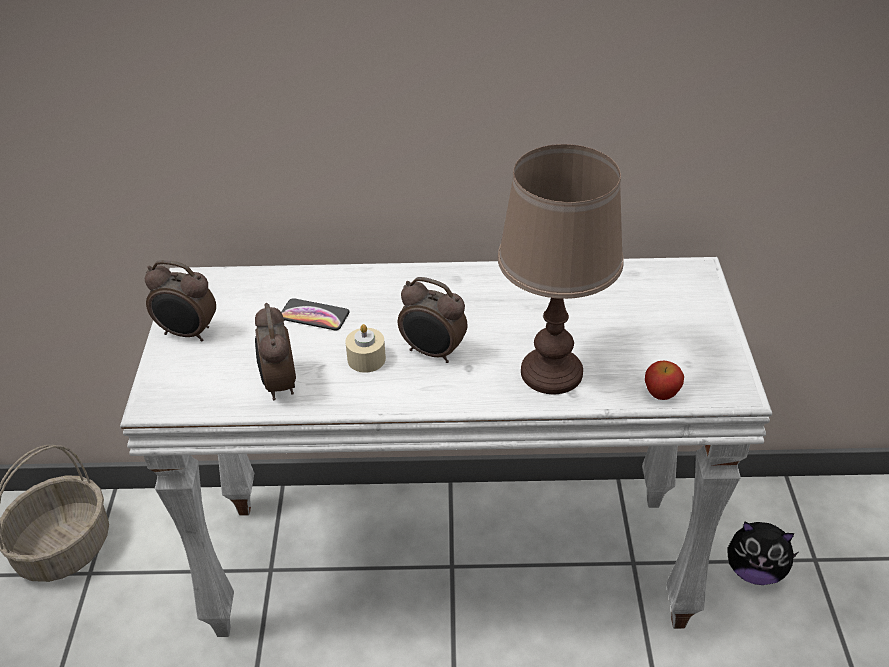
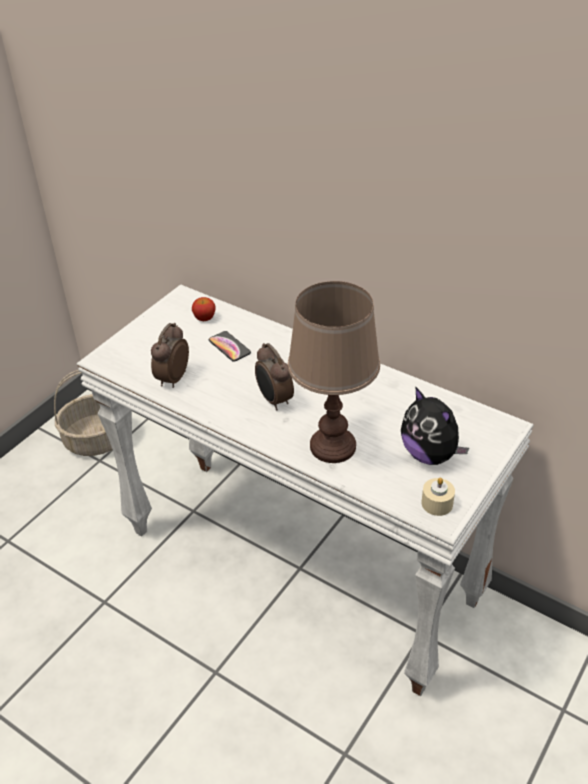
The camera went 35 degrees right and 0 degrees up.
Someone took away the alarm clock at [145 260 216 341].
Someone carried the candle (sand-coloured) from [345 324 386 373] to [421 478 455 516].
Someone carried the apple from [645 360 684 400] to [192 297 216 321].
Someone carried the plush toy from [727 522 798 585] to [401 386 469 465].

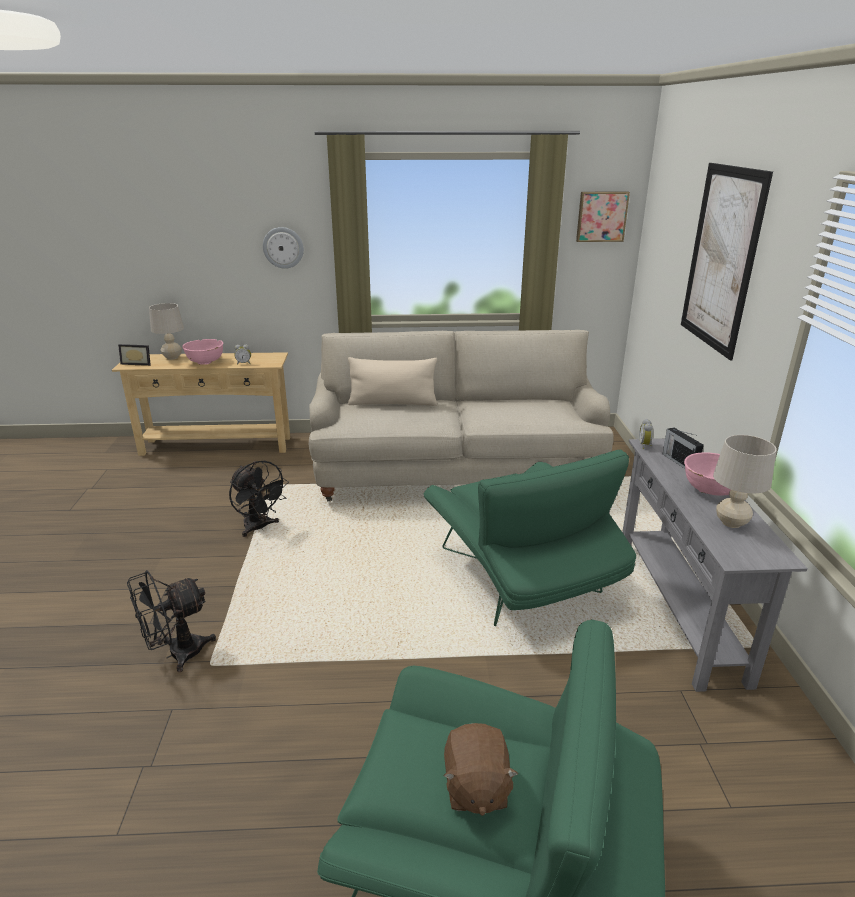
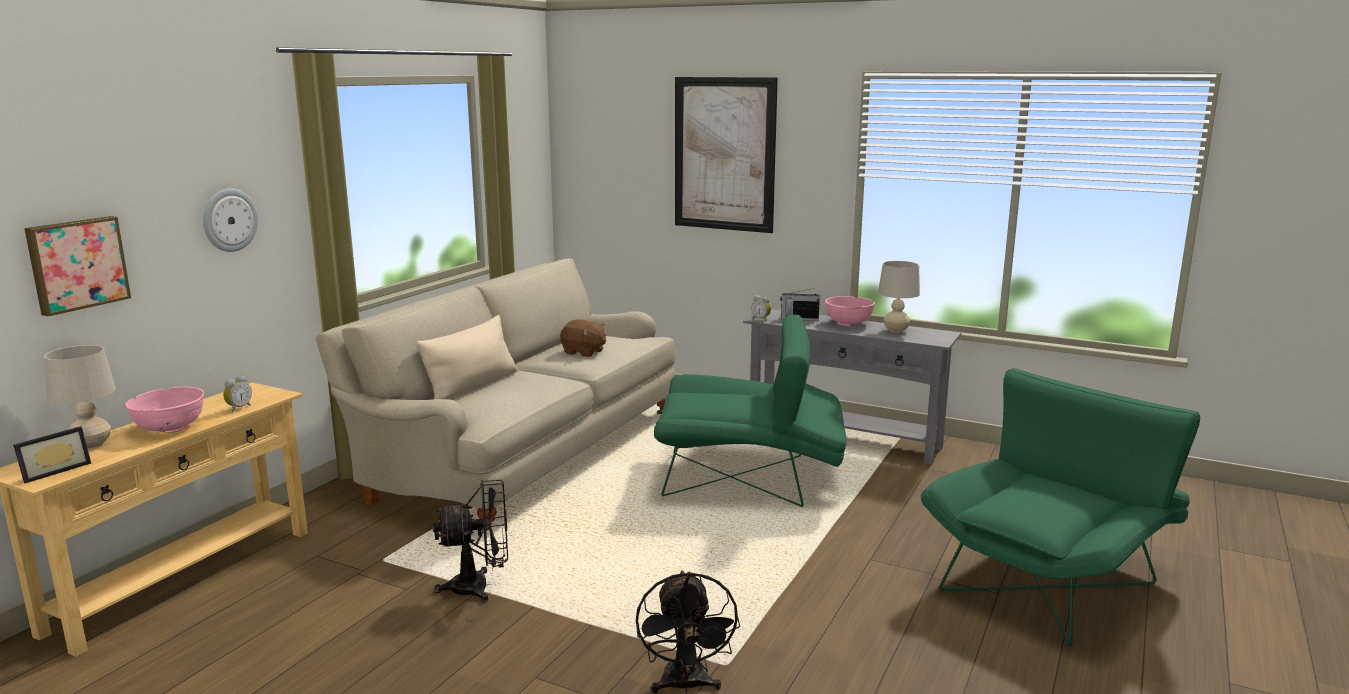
The camera went 60 degrees left and 10 degrees down.
Someone carried the plush toy (brownish) from [443 723 518 816] to [560 319 606 357].
Someone carried the picture from [576 191 630 242] to [24 216 131 316].

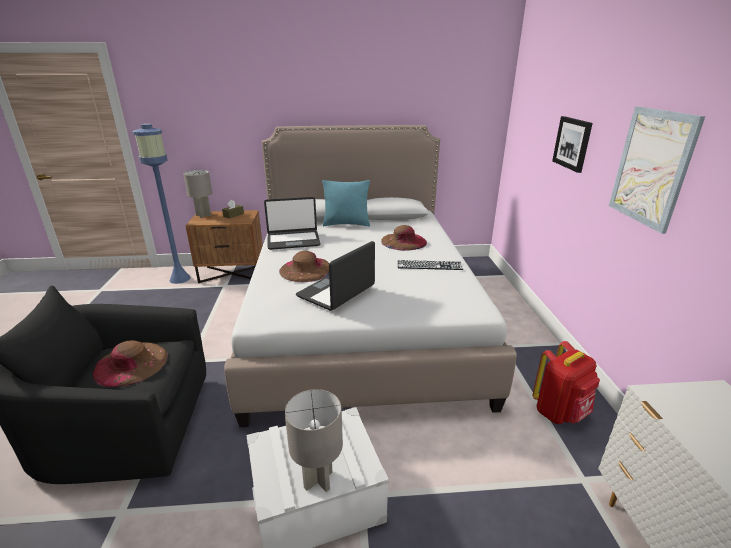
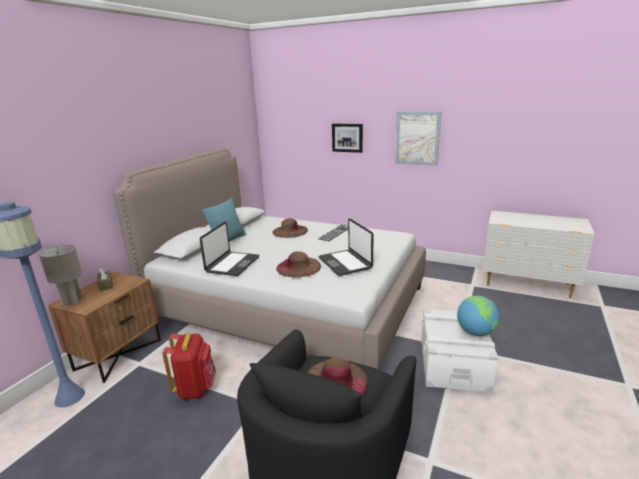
The camera went 60 degrees left and 5 degrees down.
Someone carried the rucksack (red-coloured) from [532 341 600 424] to [163 333 216 400].
Someone swapped the table lamp (gray) at [285 389 343 492] for the desk globe at [457 296 499 336].

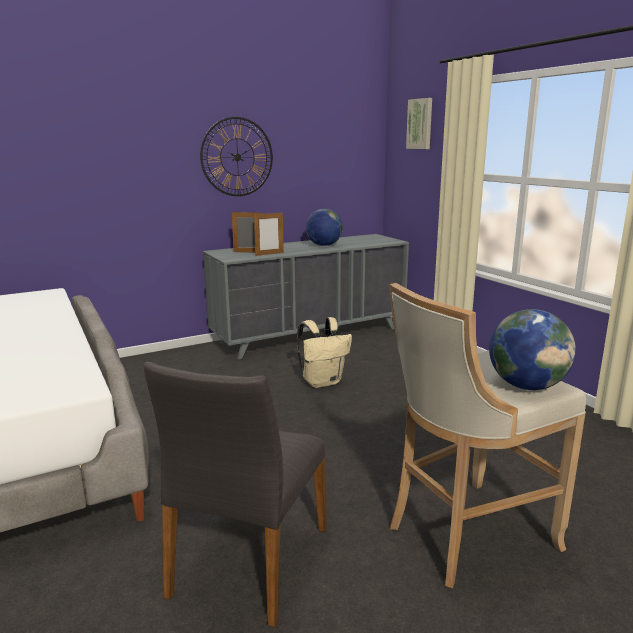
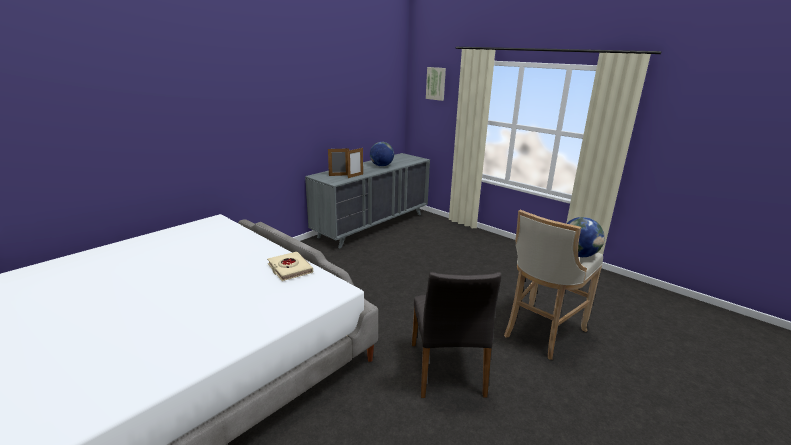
The camera went 20 degrees left and 5 degrees up.
Someone took away the hanging clock at [200 117 273 196].
Someone took away the rucksack (sand-coloured) at [297 317 352 388].
Someone put down the book (sand-coloured) at [267 252 313 281].

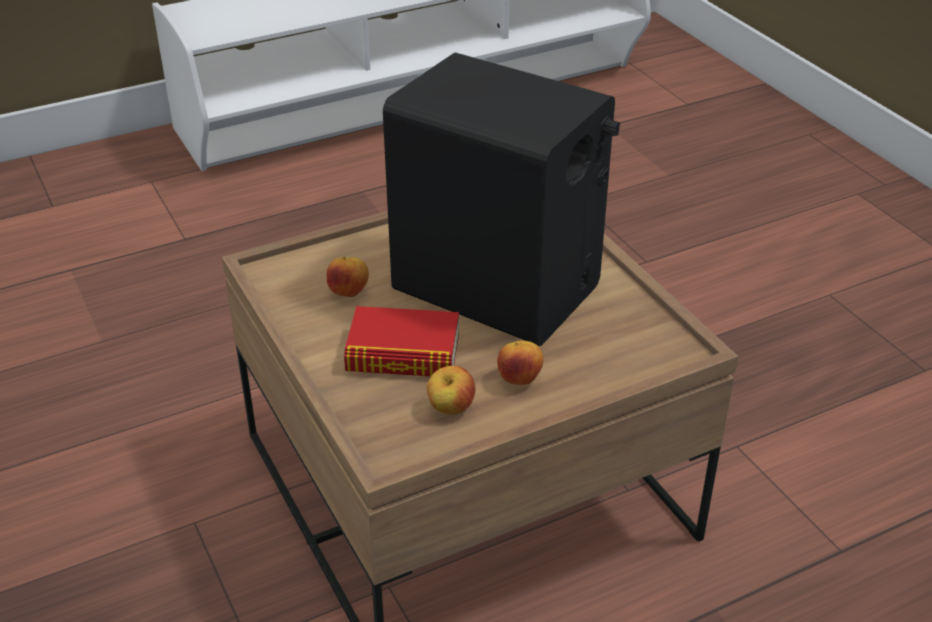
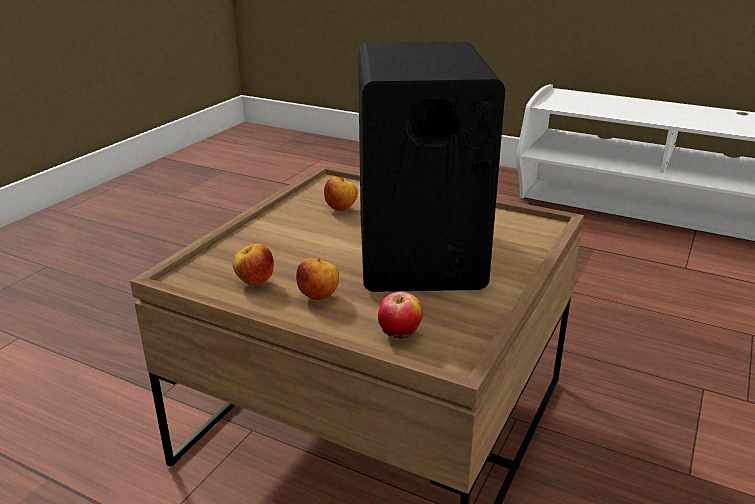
The camera went 55 degrees right and 10 degrees down.
Someone took away the book at [344 306 459 376].
Someone put down the apple at [378 292 423 339].

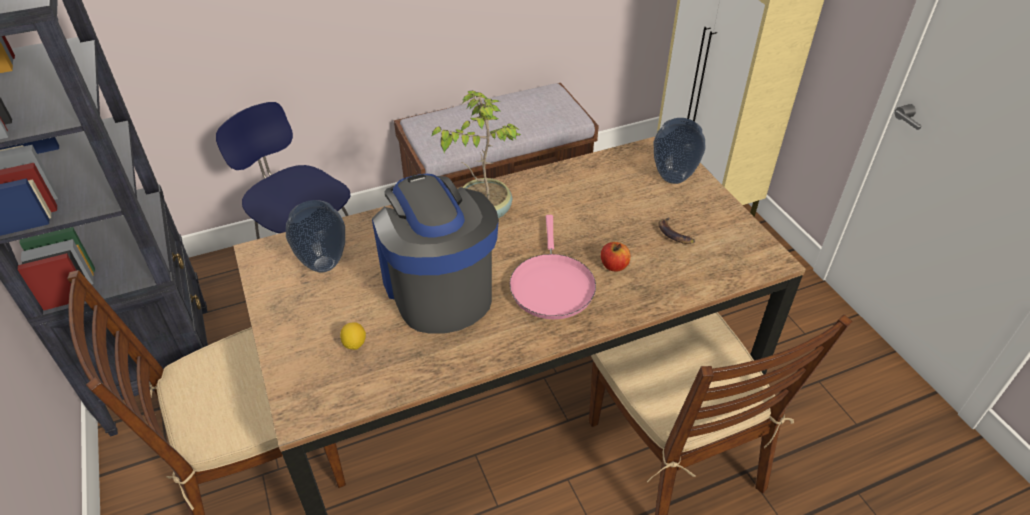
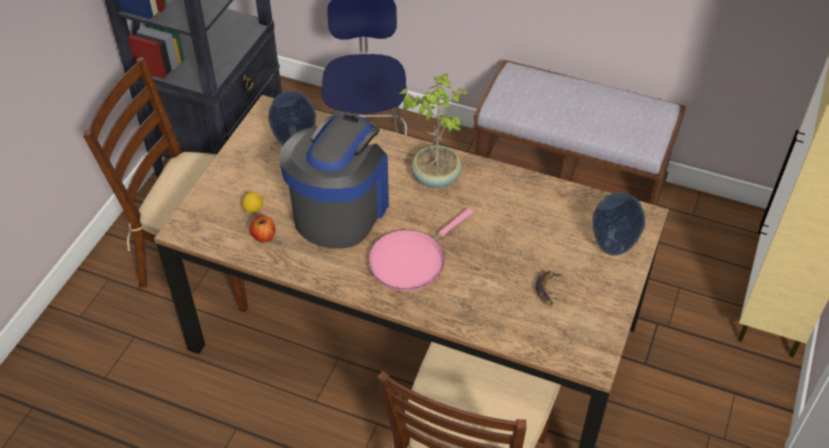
The camera went 45 degrees right and 5 degrees up.
Someone carried the apple from [601 242 630 271] to [250 215 275 243].

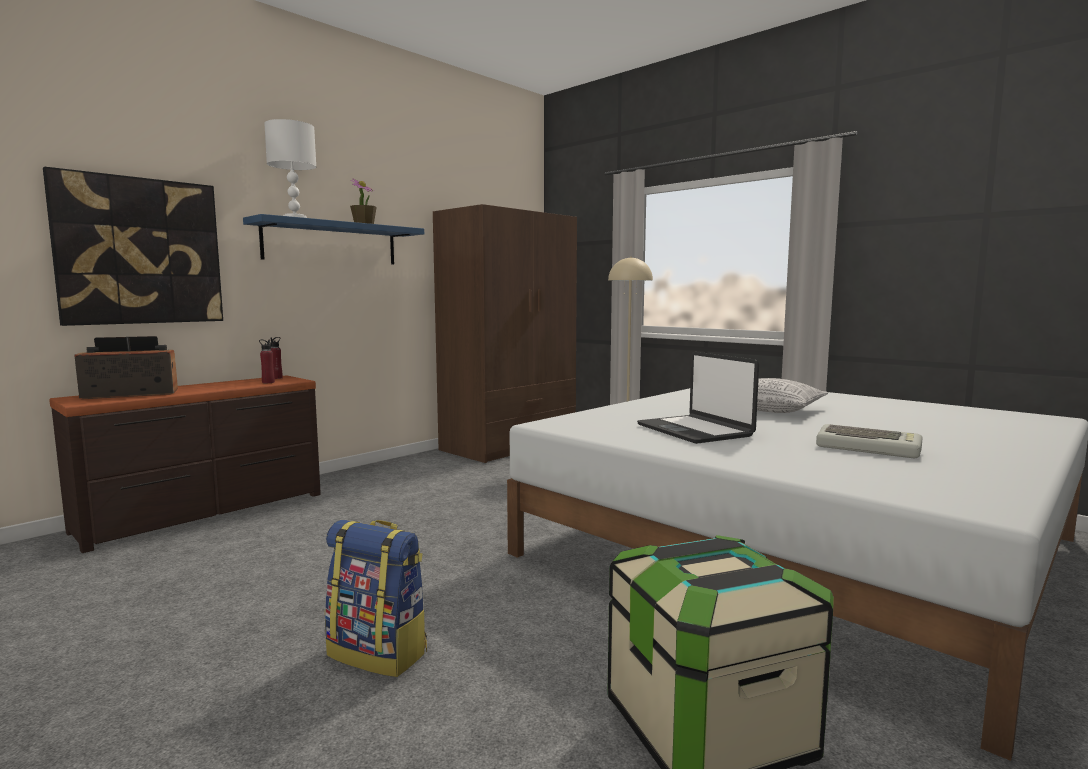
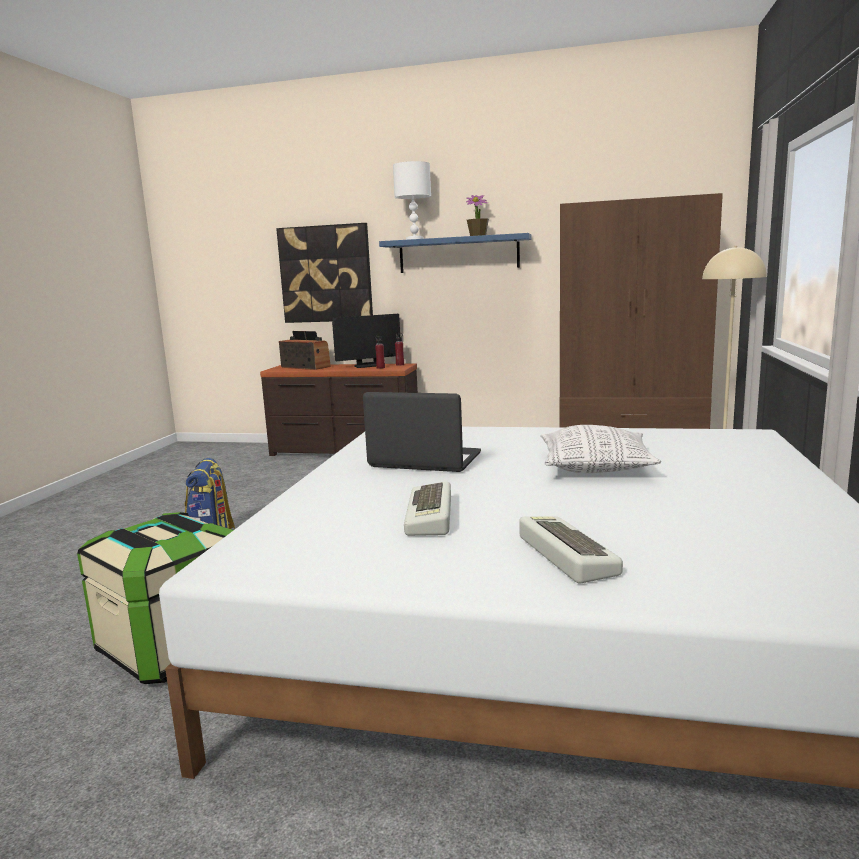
The camera went 60 degrees right and 5 degrees up.
Someone put down the computer display at [332 314 400 368].
Someone put down the PC keyboard at [519 516 623 584].
Someone rotated the notebook computer at [637 352 759 444] by 75 degrees clockwise.

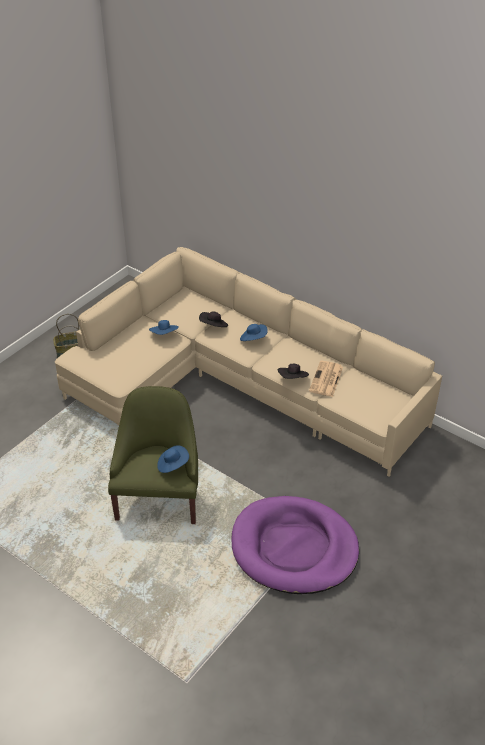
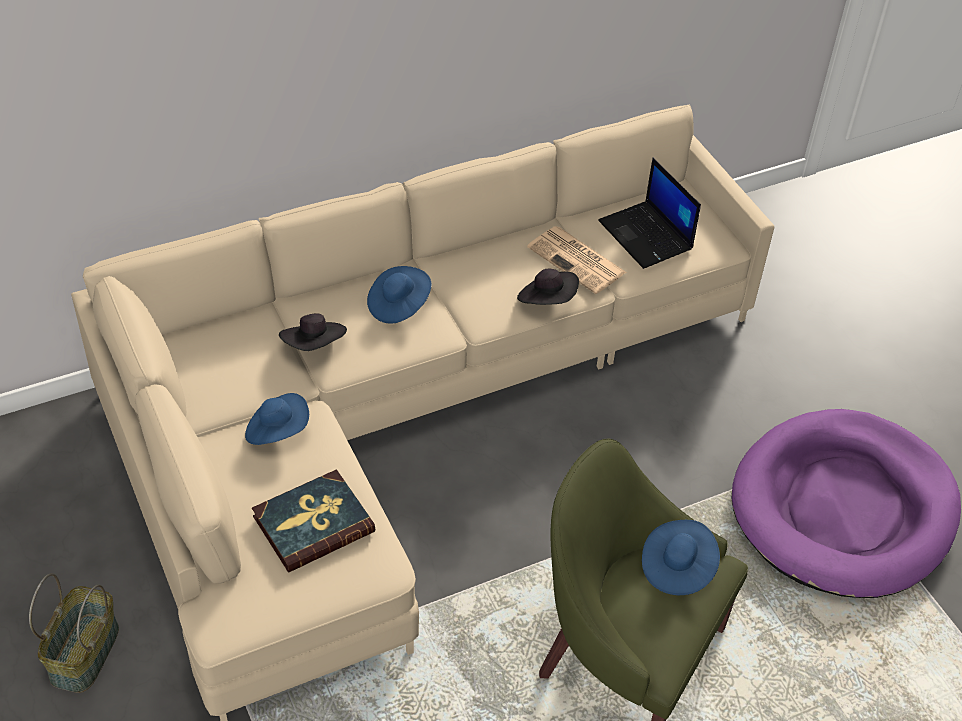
The camera went 65 degrees left and 5 degrees up.
Someone put down the book at [252 469 375 572].
Someone put down the notebook computer at [598 158 701 269].

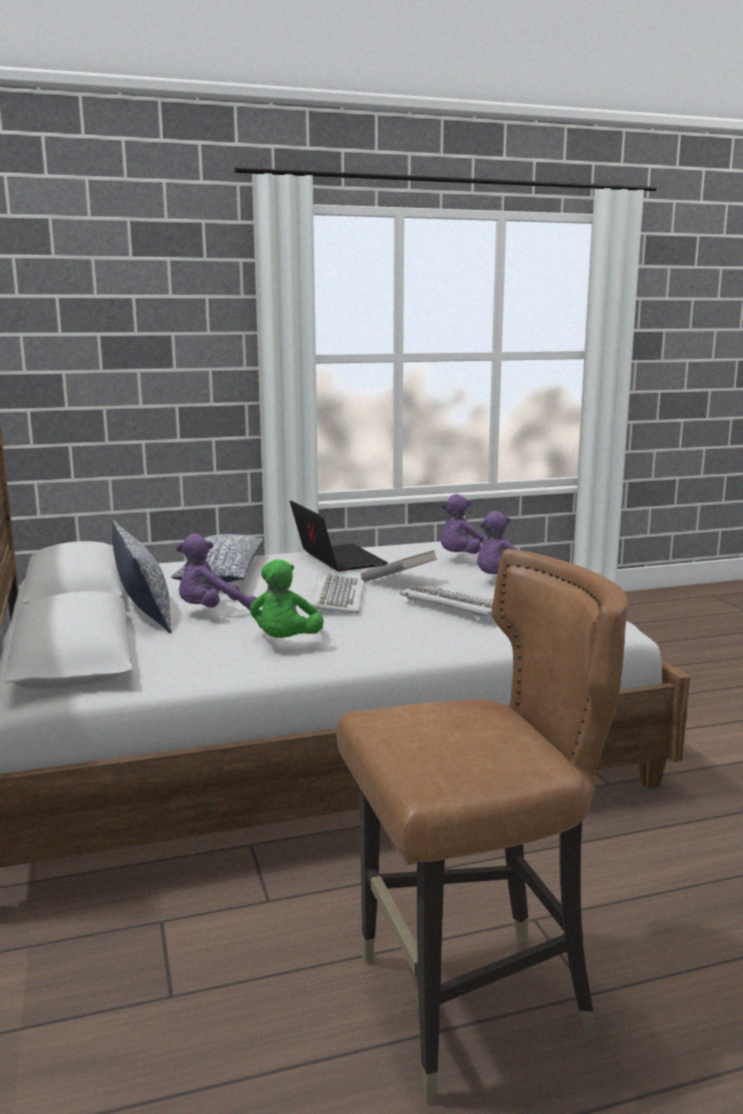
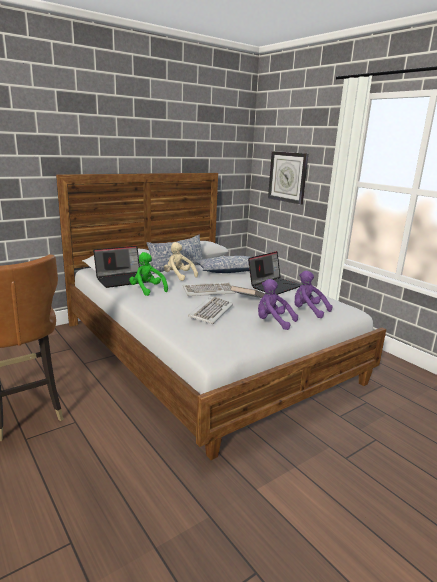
The camera went 70 degrees right and 5 degrees up.
Someone put down the notebook computer at [93 246 140 288].
Someone put up the hanging clock at [268 151 308 205].
Someone repainted the plush toy (purple-coloured) at [176 534 256 610], which became the plush toy (sand-coloured) at [164 242 198 281].
Someone rotated the plush toy (green) at [250 559 324 638] by 60 degrees clockwise.

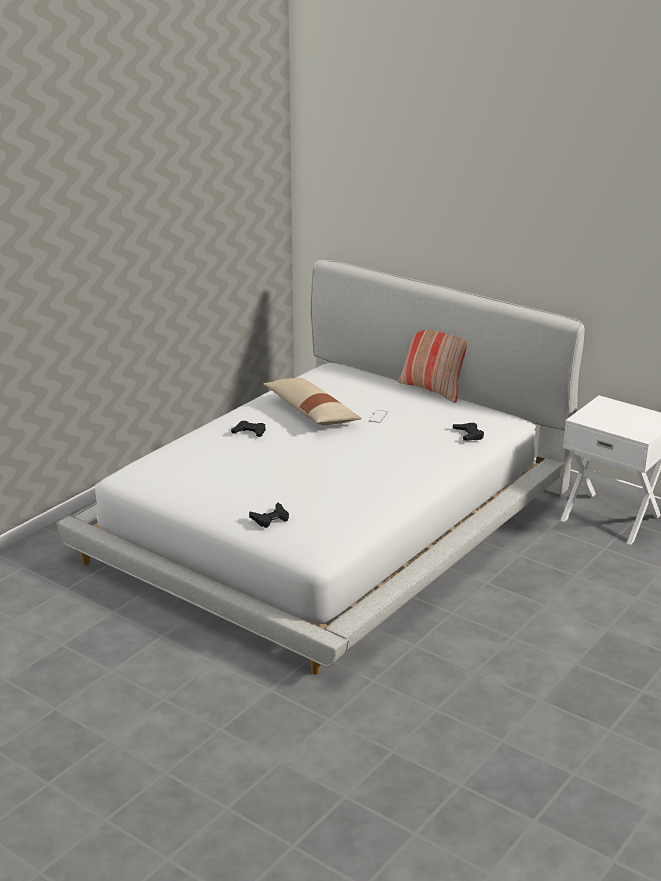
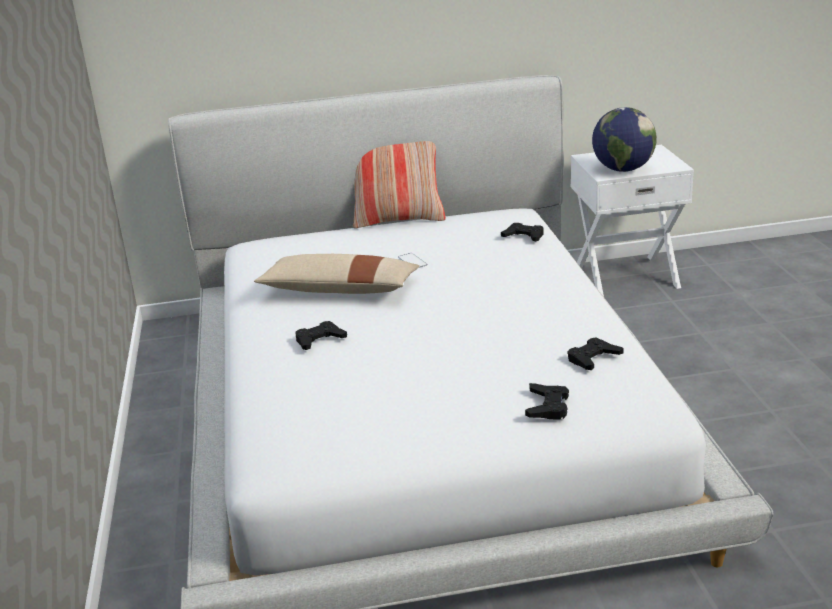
The camera went 45 degrees left and 0 degrees up.
Someone put down the gamepad (black-coloured) at [568 338 624 370].
Someone put down the desk globe at [592 107 657 172].

